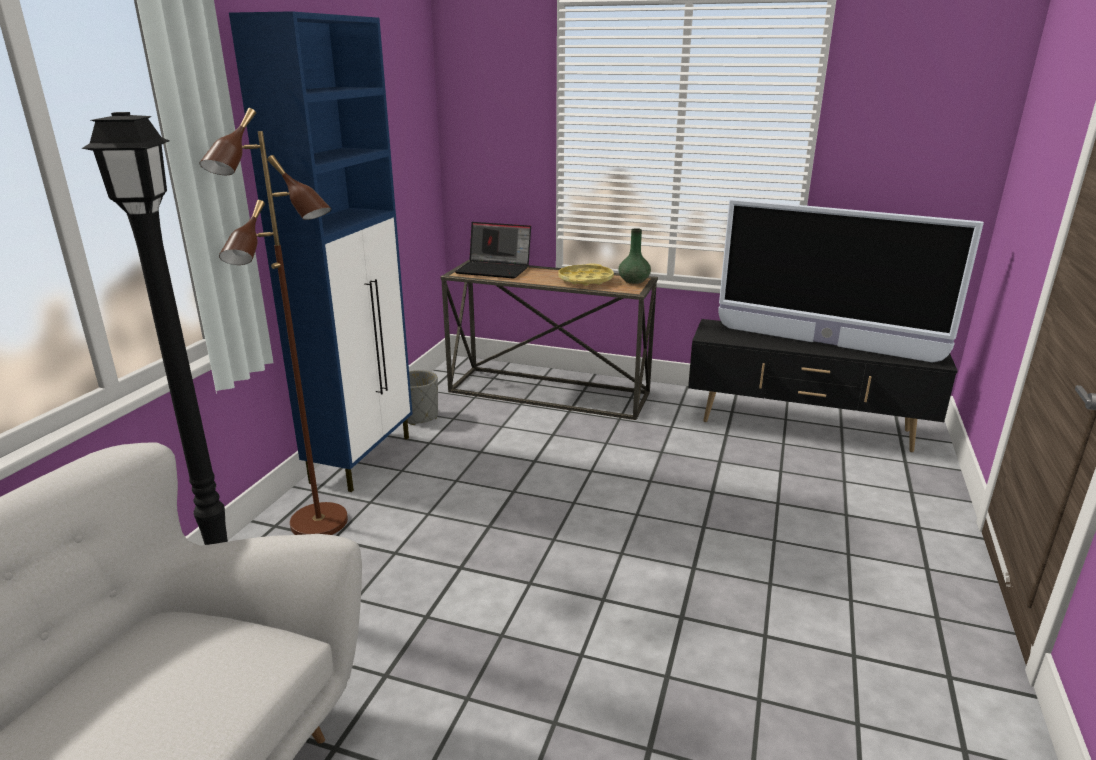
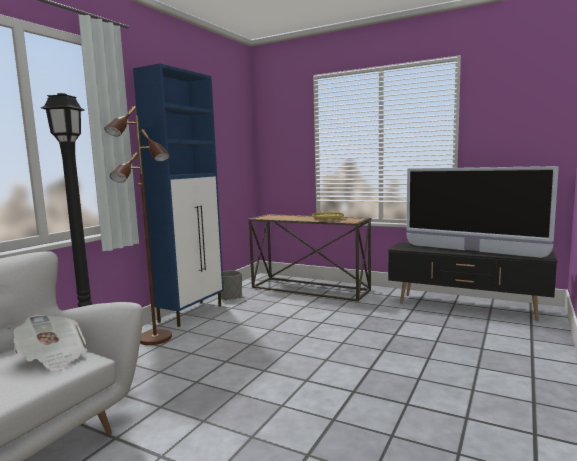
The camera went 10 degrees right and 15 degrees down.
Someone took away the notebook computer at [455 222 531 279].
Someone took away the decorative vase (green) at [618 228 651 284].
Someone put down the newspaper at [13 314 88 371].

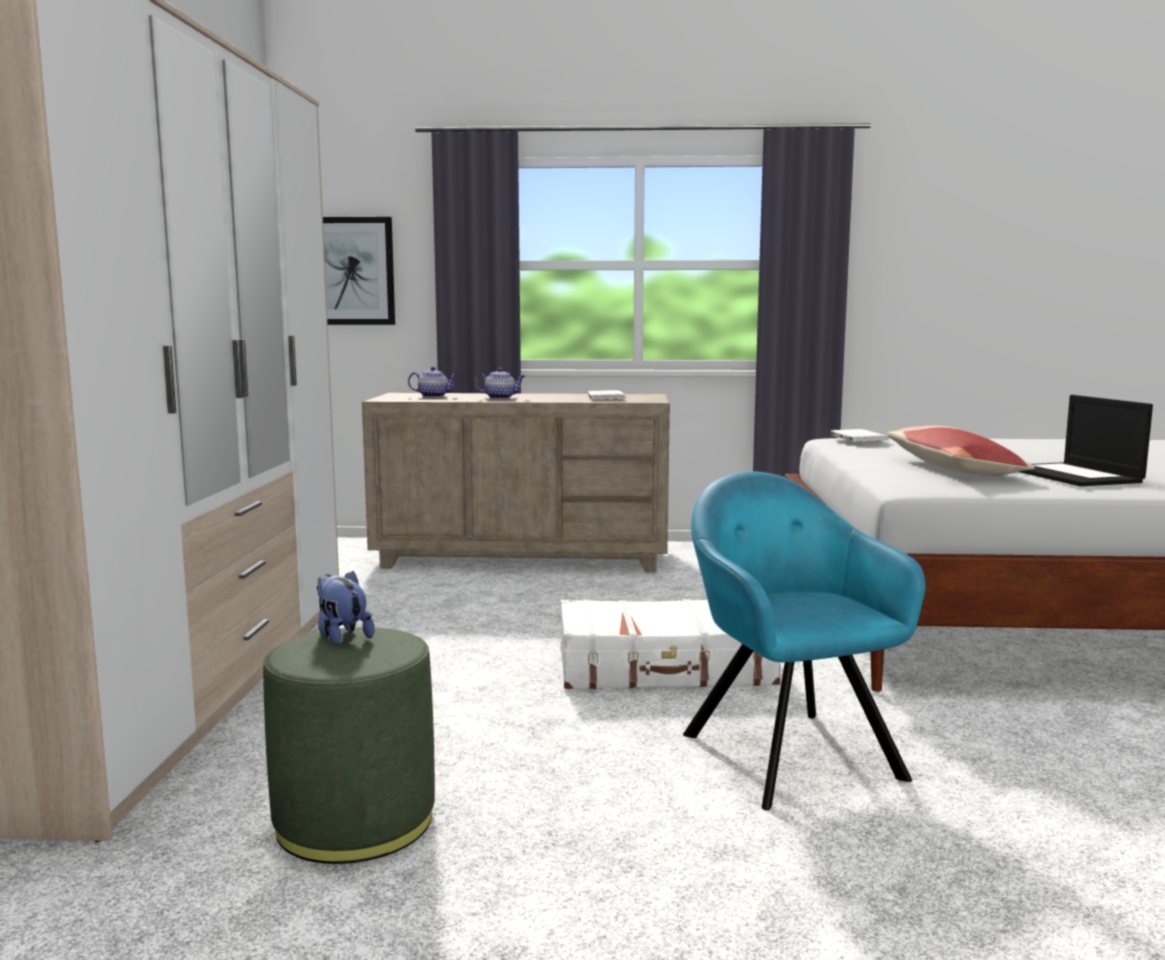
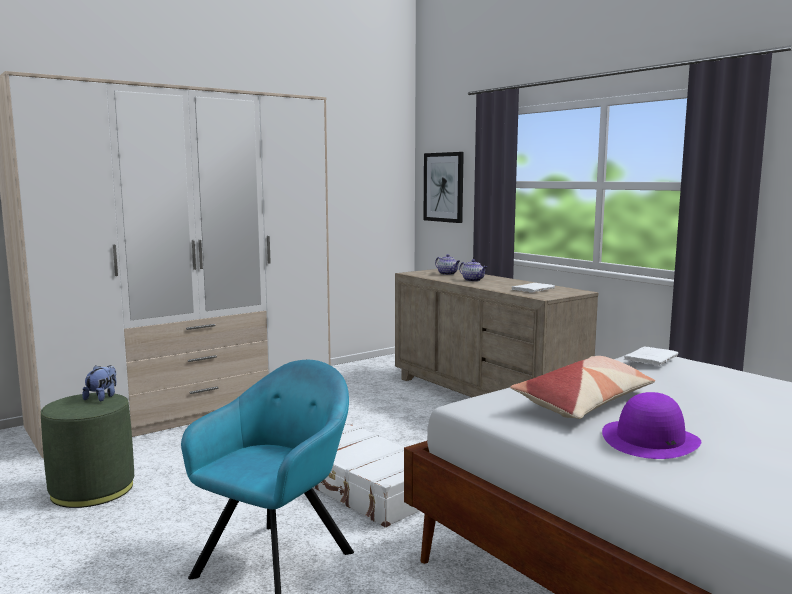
The camera went 50 degrees right and 0 degrees up.
Someone swapped the notebook computer at [1020 395 1153 486] for the hat (purple-coloured) at [602 392 701 459].

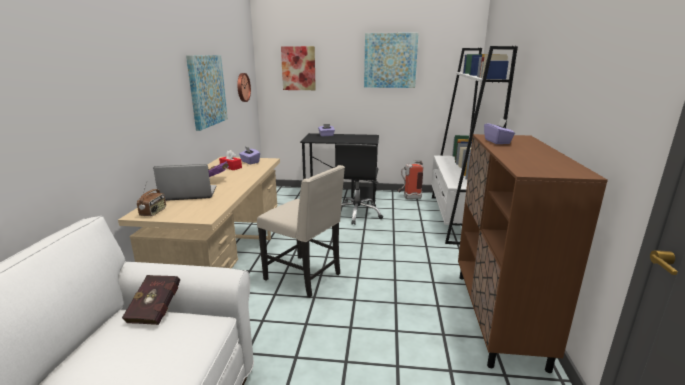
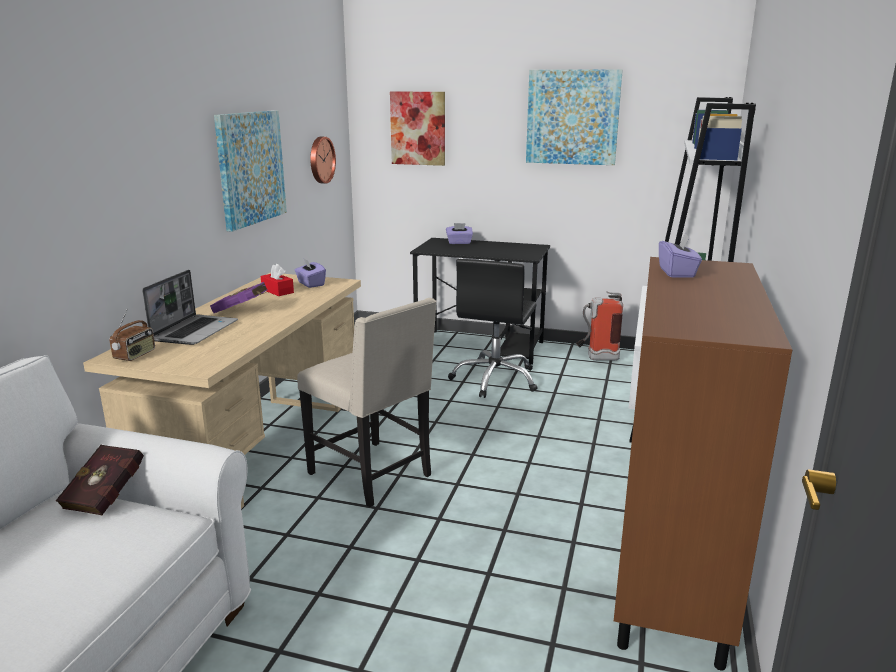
The camera went 10 degrees right and 0 degrees up.
Someone rotated the notebook computer at [153 164 216 201] by 105 degrees clockwise.

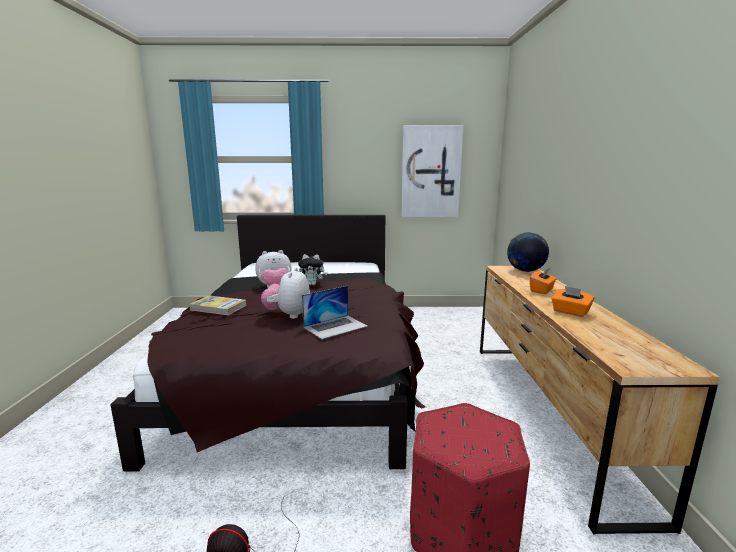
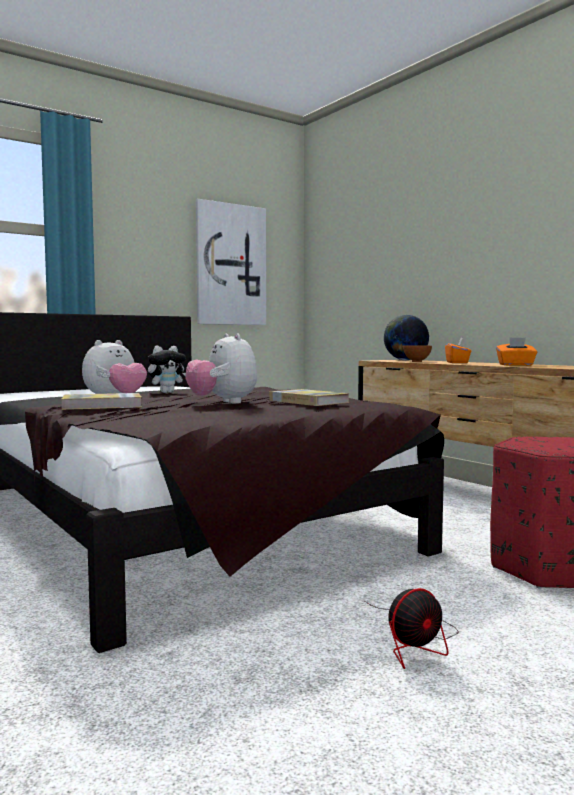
The camera went 35 degrees left and 10 degrees down.
Someone put down the deep dish at [403 346 432 362].
Someone swapped the notebook computer at [302 286 367 339] for the book at [269 389 349 406].

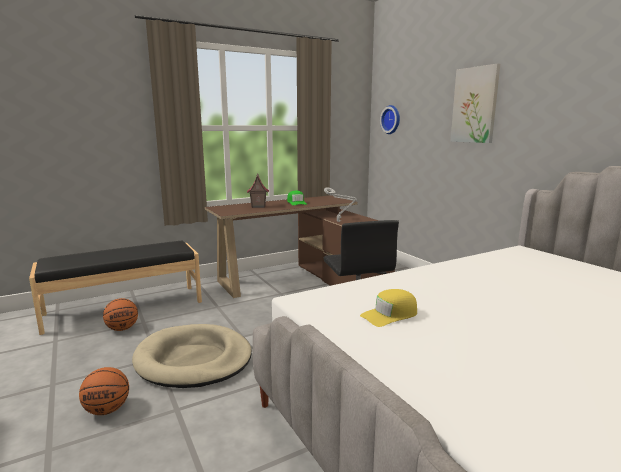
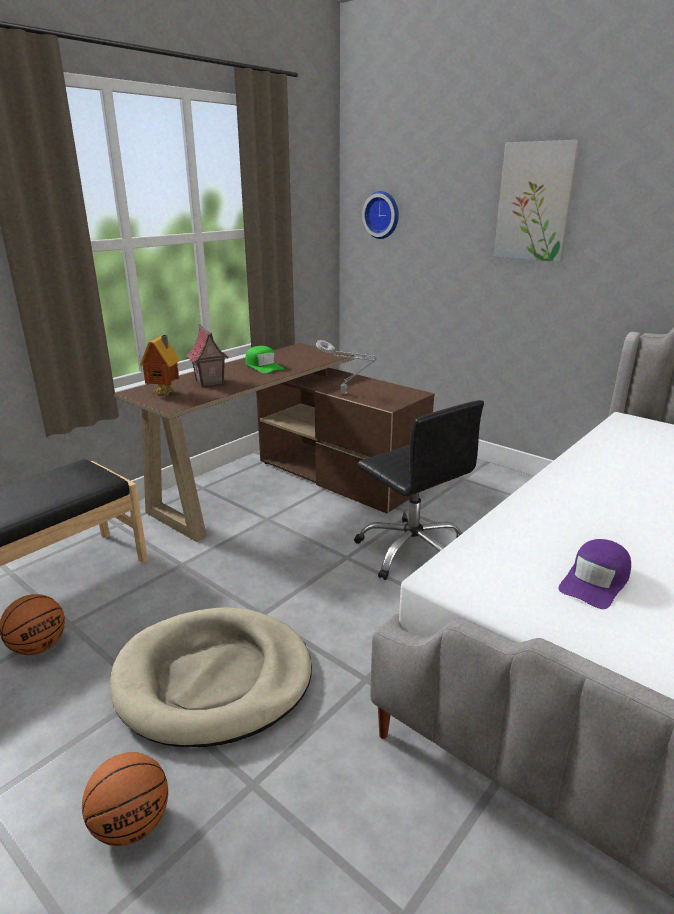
The camera went 20 degrees left and 10 degrees up.
Someone put down the miniature house at [140 335 179 395].
Someone repainted the baseball cap (yellow) at [360 289 417 327], which became the baseball cap (purple-coloured) at [559 539 631 609].

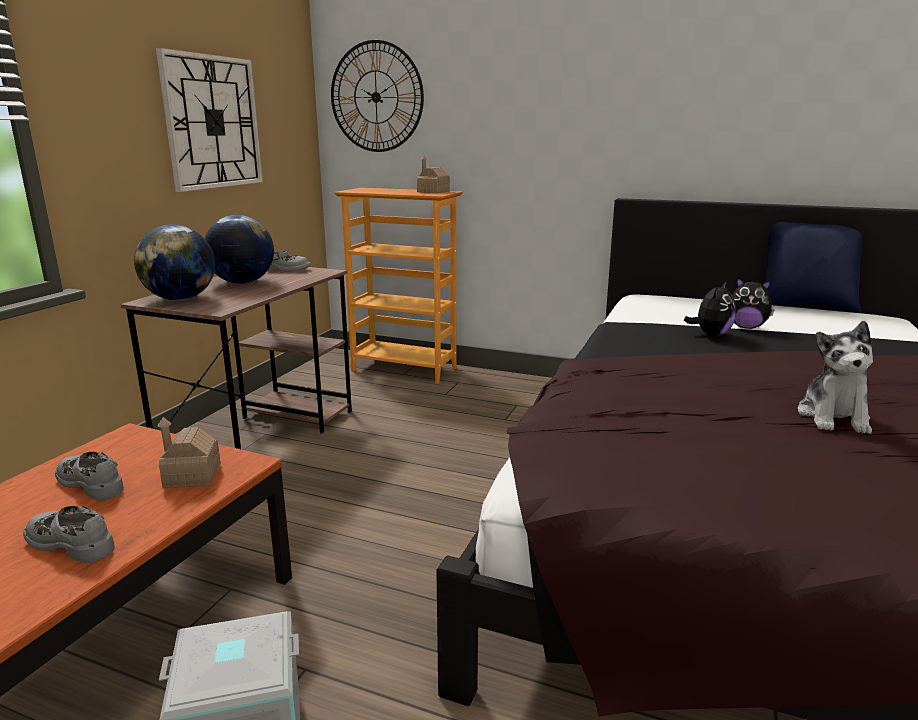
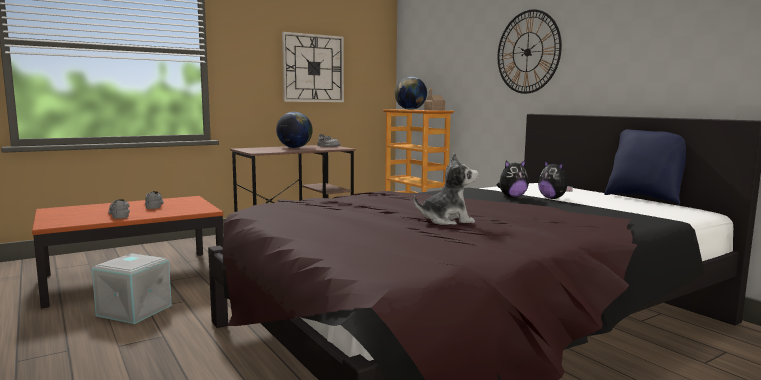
The camera went 35 degrees right and 10 degrees down.
Someone took away the miniature house at [157 417 221 488].
Someone carried the desk globe from [134 225 215 300] to [395 76 427 110].
Someone carried the hanging clock from [331 40 424 152] to [498 9 562 94].
Someone rotated the plush toy at [798 321 873 434] by 150 degrees counterclockwise.

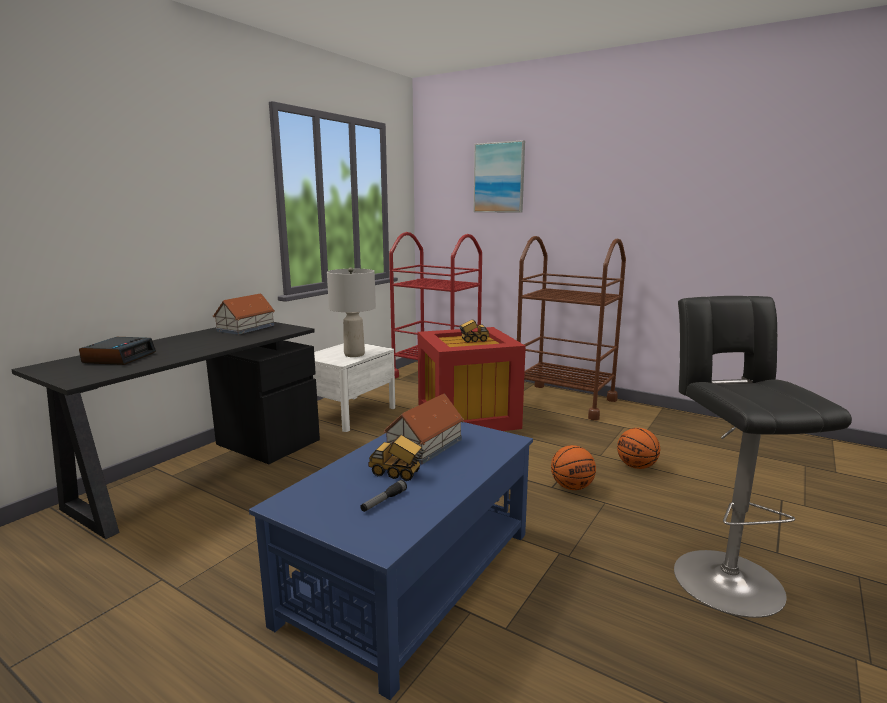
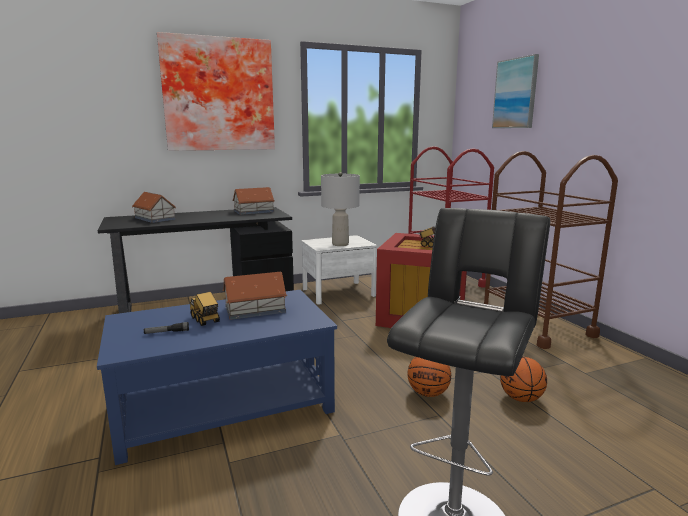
The camera went 35 degrees right and 0 degrees up.
Someone put up the picture at [157 32 275 151].
Someone swapped the alarm clock at [79 337 156 365] for the miniature house at [132 192 176 223].

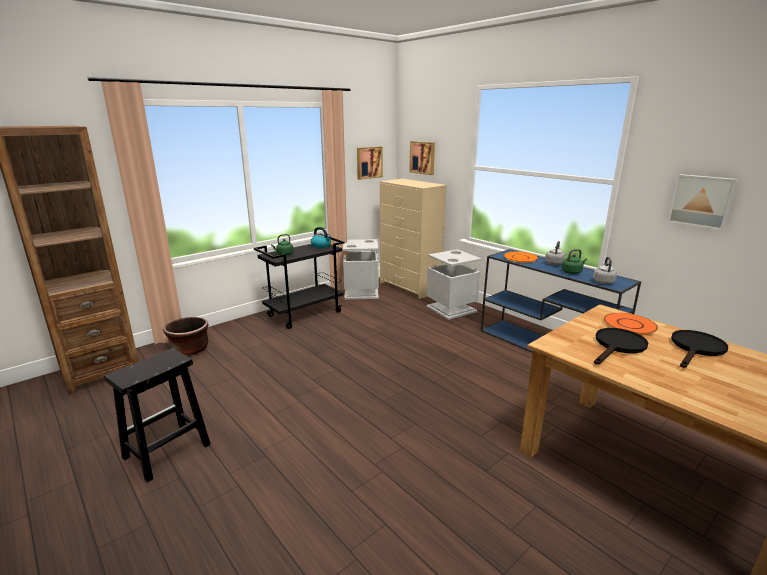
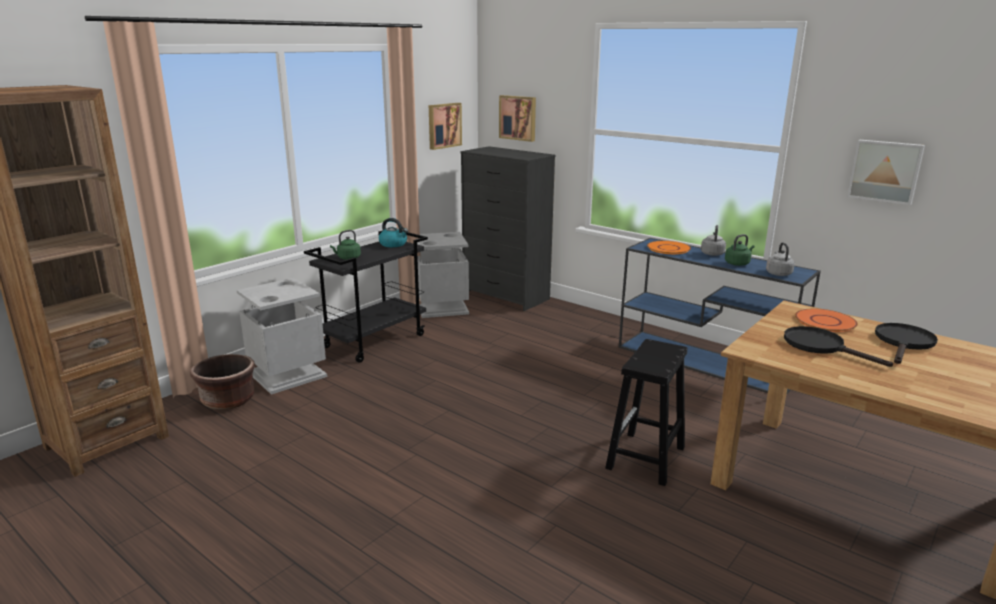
The camera went 10 degrees left and 0 degrees up.
Someone carried the stool (black-coloured) from [104 348 211 482] to [605 339 687 486].
Someone carried the rubbish bin (gray) from [426 249 482 320] to [236 278 327 395].
Someone repainted the chest of drawers (sand-coloured) at [379 179 447 299], which became the chest of drawers (black-coloured) at [460 146 556 311].
Someone rotated the pan (black-coloured) at [594 328 648 365] by 75 degrees counterclockwise.

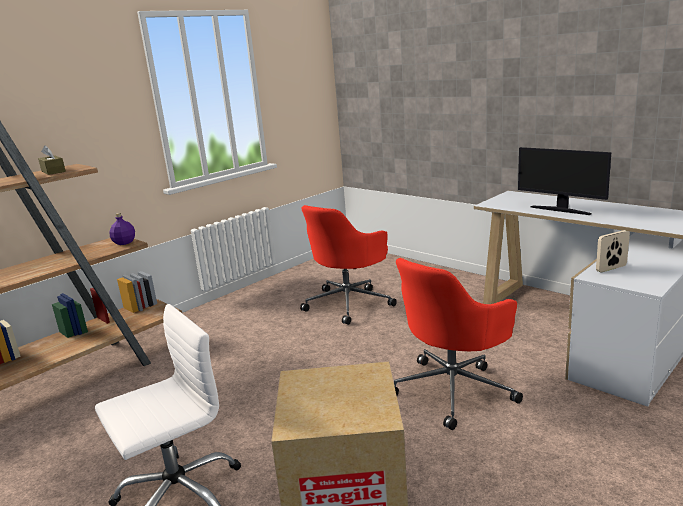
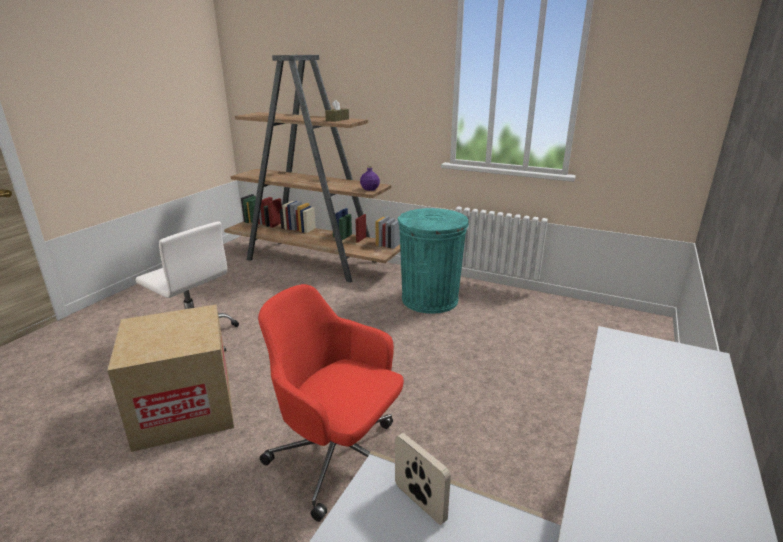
The camera went 70 degrees right and 5 degrees up.
Someone took away the office chair (red-coloured) at [300 205 397 325].
Someone took away the computer display at [518 147 611 215].
Someone put down the rubbish bin (blue-green) at [398 208 469 314].

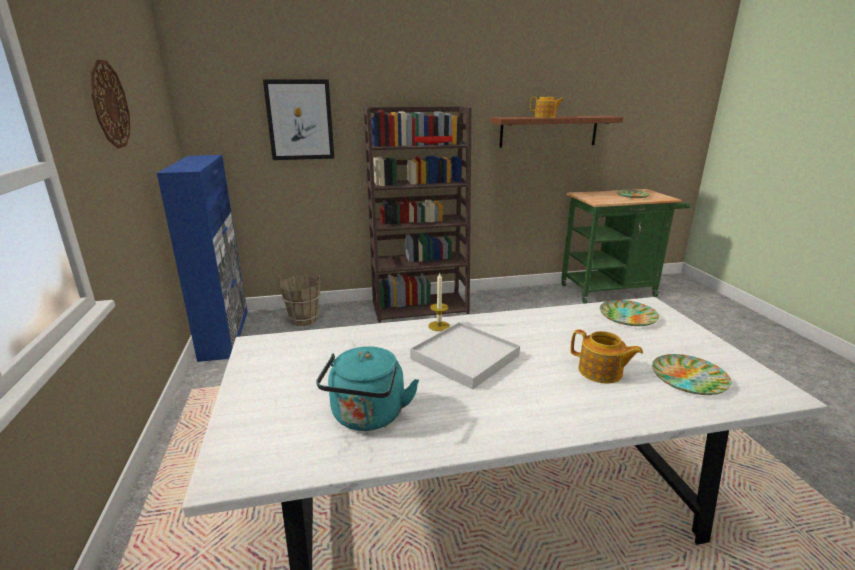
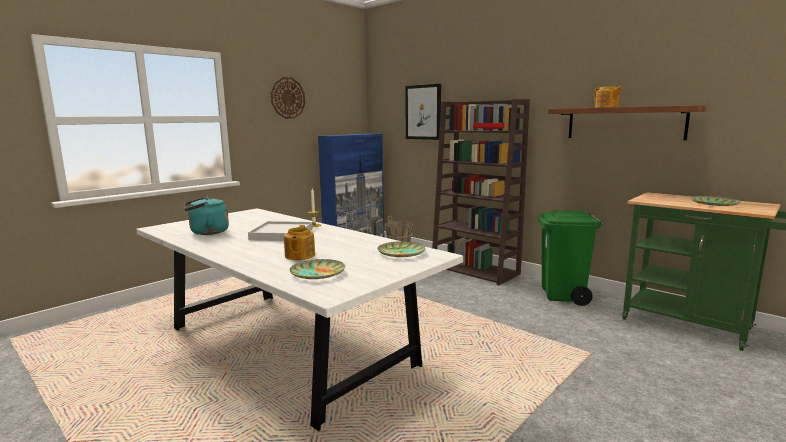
The camera went 55 degrees right and 10 degrees down.
Someone put down the rubbish bin (green) at [538 211 603 306].

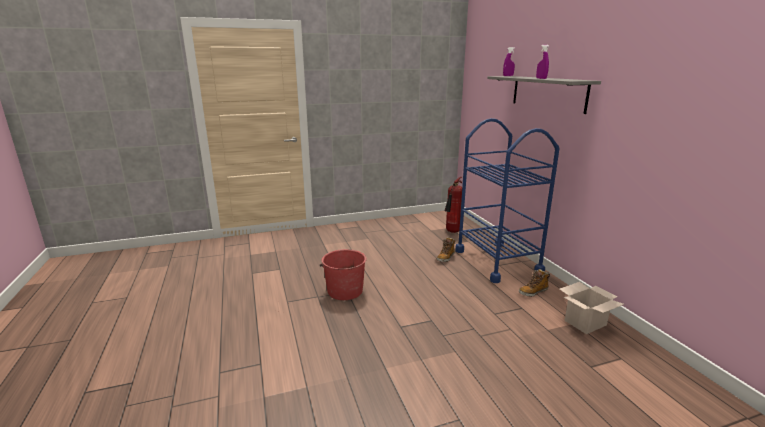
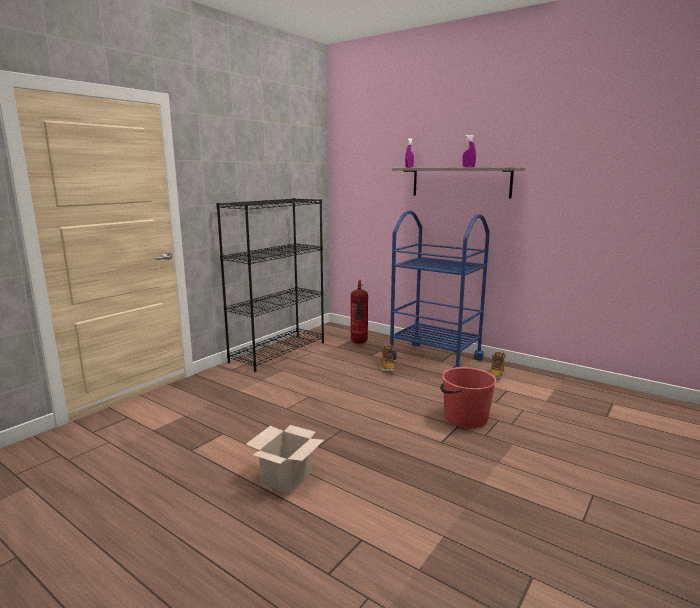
The camera went 35 degrees left and 5 degrees down.
Someone put down the shelving unit (black-coloured) at [216 198 324 372].
Someone carried the bucket (red-coloured) from [320 249 367 300] to [440 367 497 428].
Someone carried the packing box from [560 282 624 334] to [245 425 324 495].

